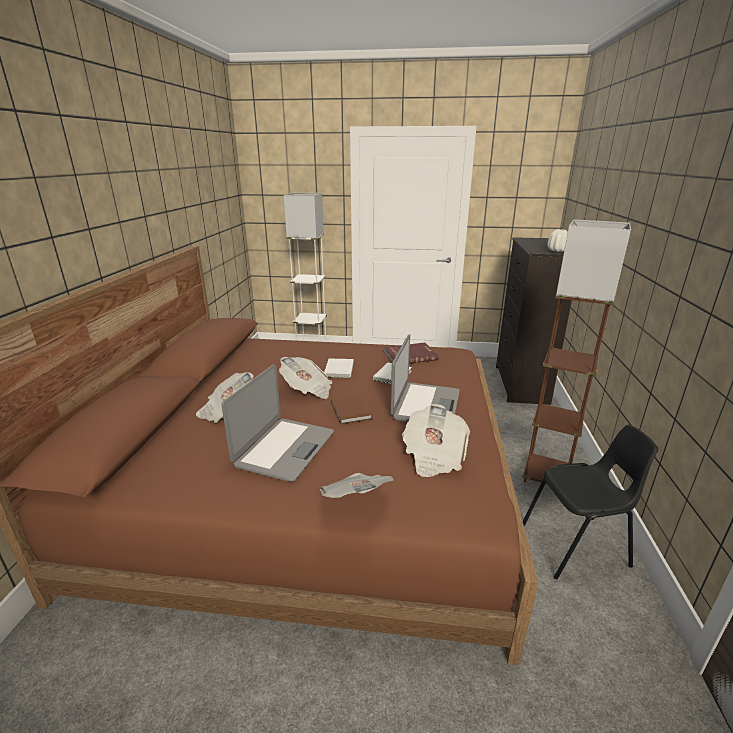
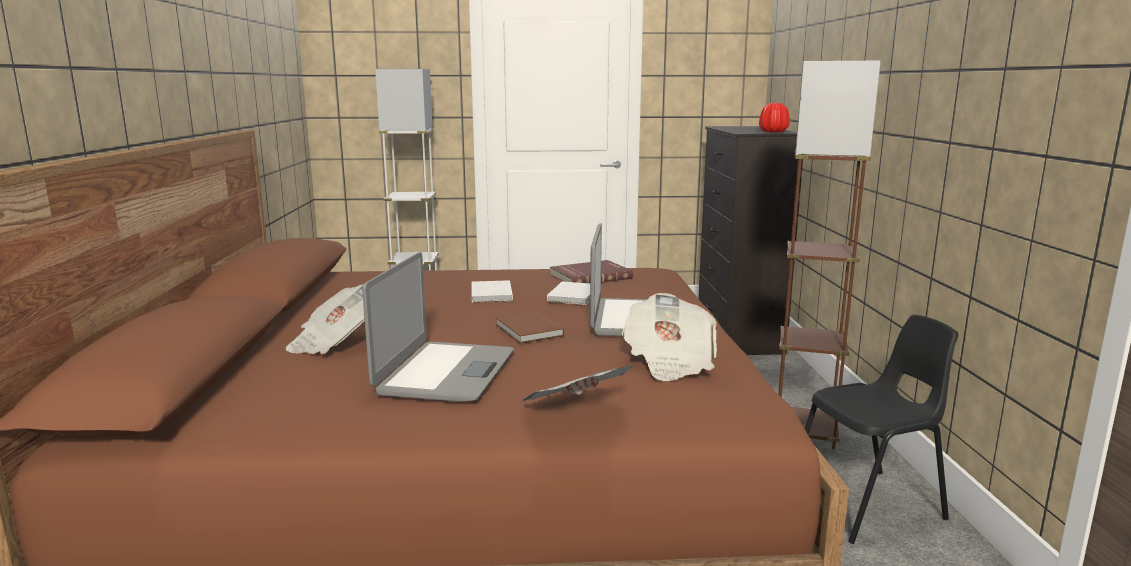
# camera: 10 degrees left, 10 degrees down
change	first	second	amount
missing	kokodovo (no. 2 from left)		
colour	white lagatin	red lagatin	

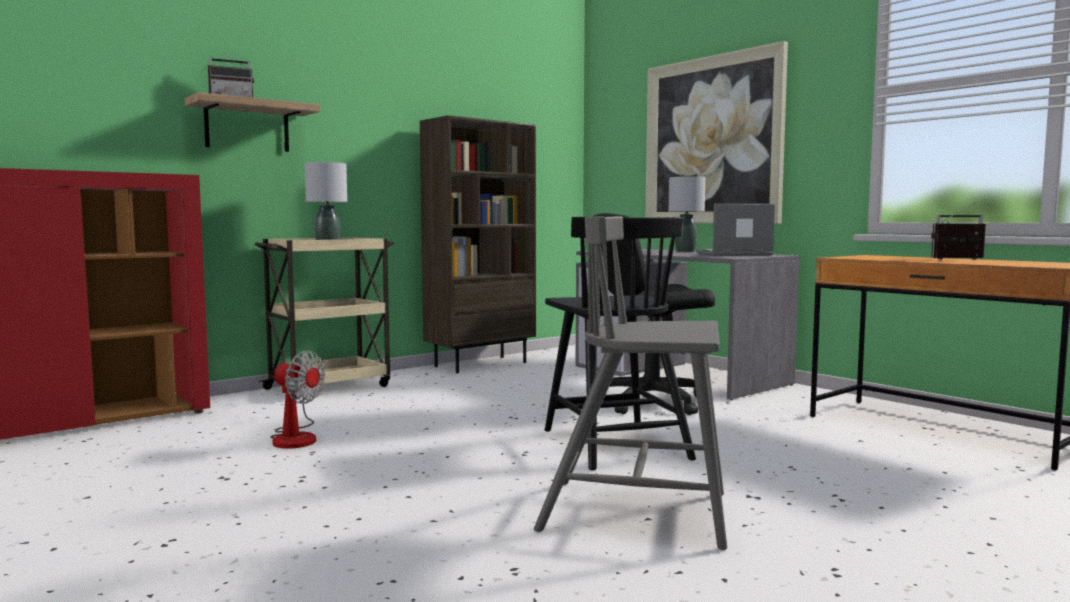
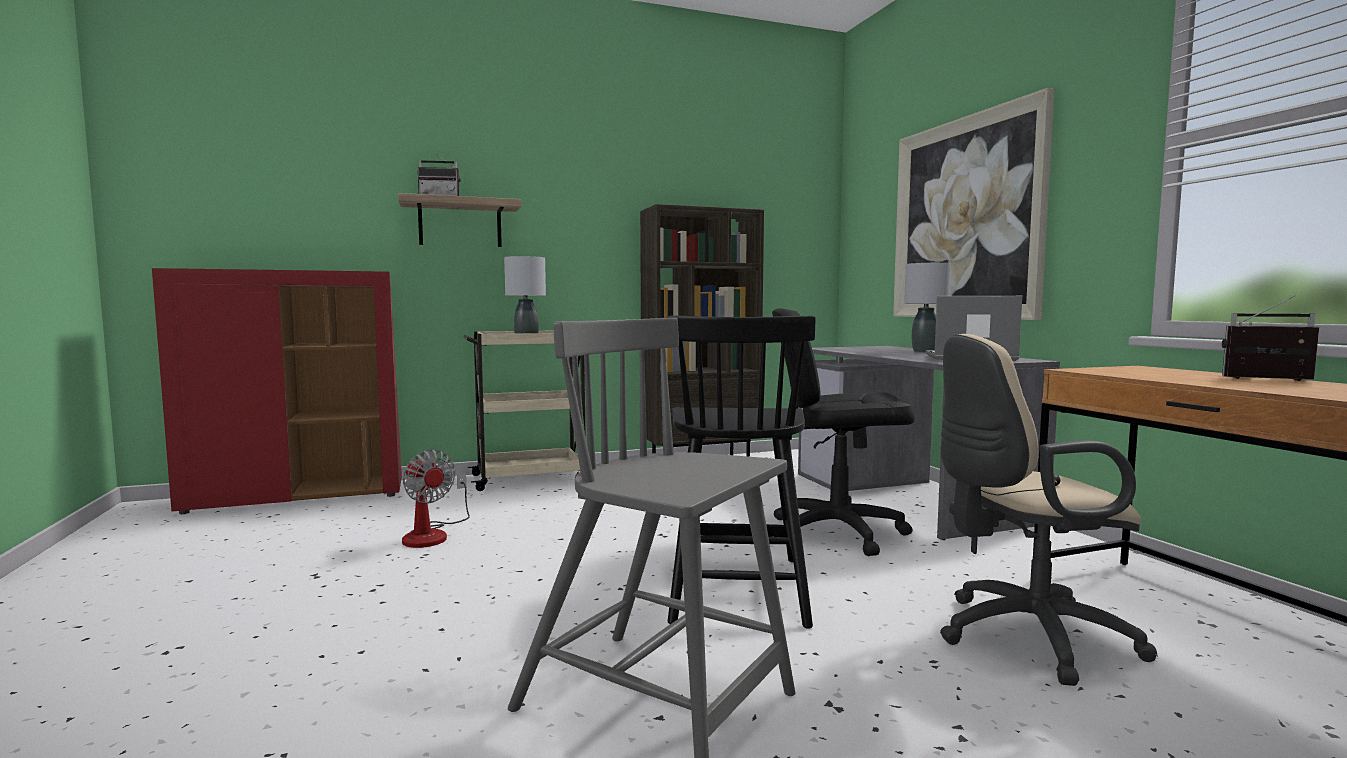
# camera: 20 degrees right, 0 degrees up
change	first	second	amount
appeared		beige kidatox	

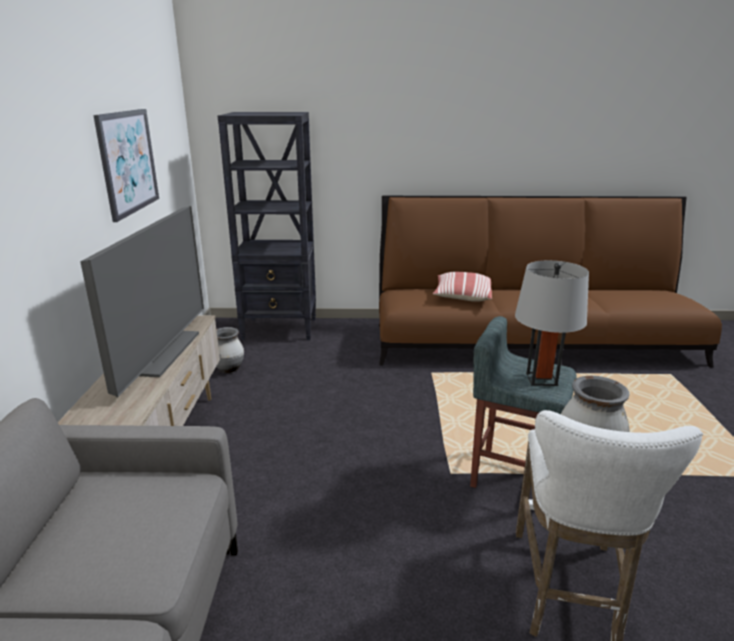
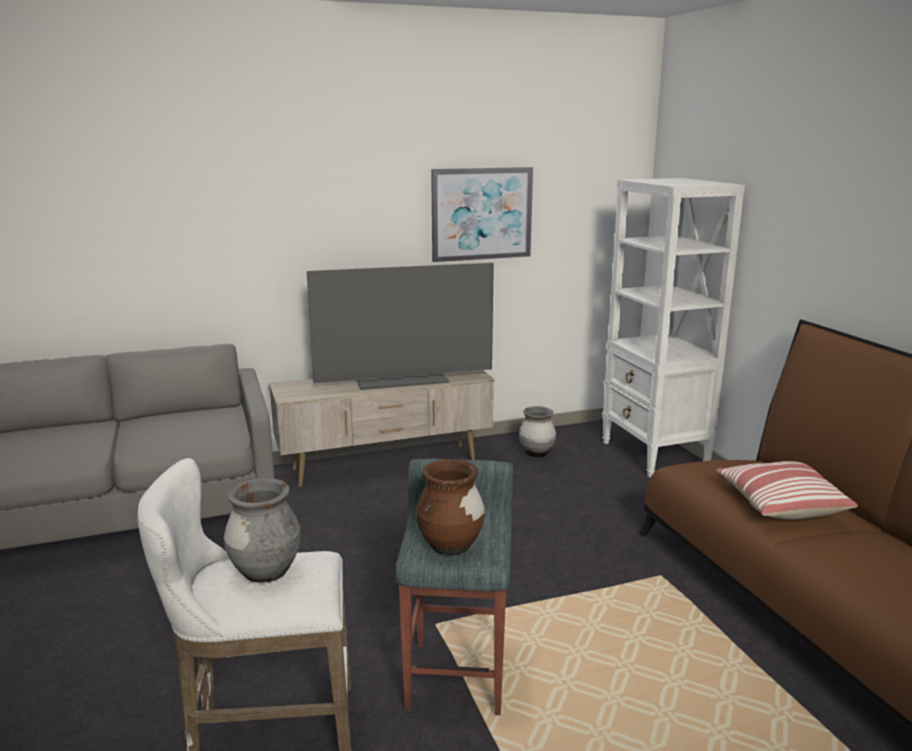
# camera: 70 degrees right, 5 degrees down
change	first	second	amount
exchanged	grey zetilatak	brown lagatin	
colour	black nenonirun	white nenonirun	

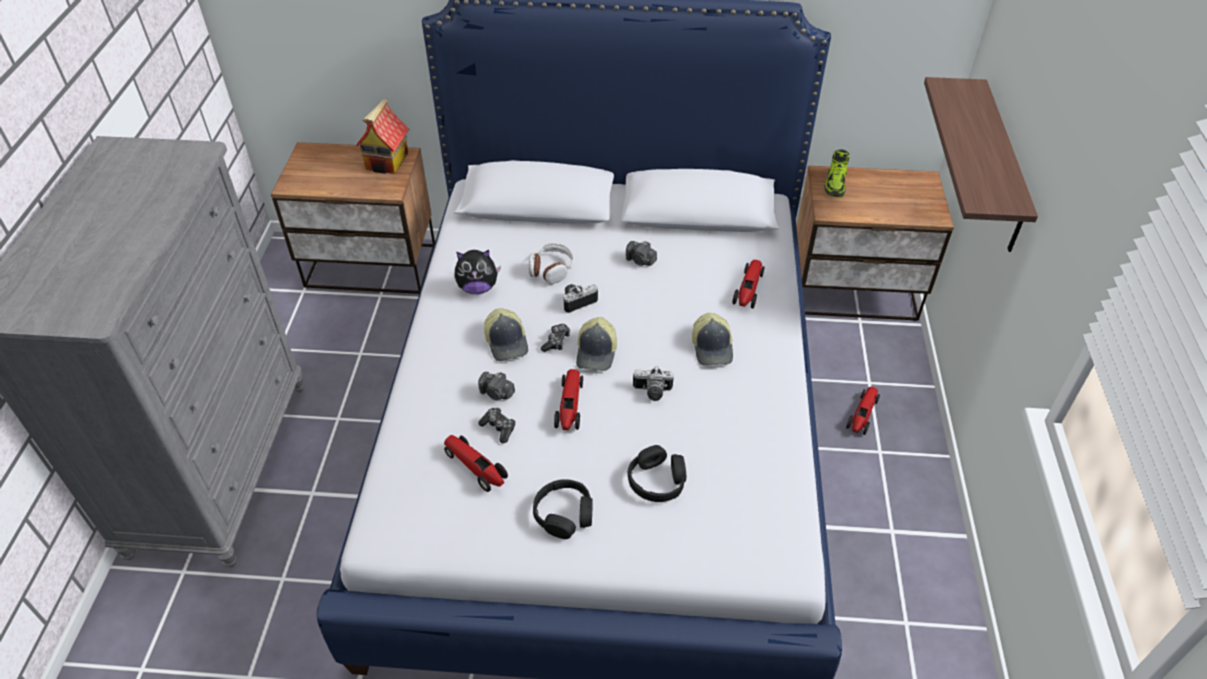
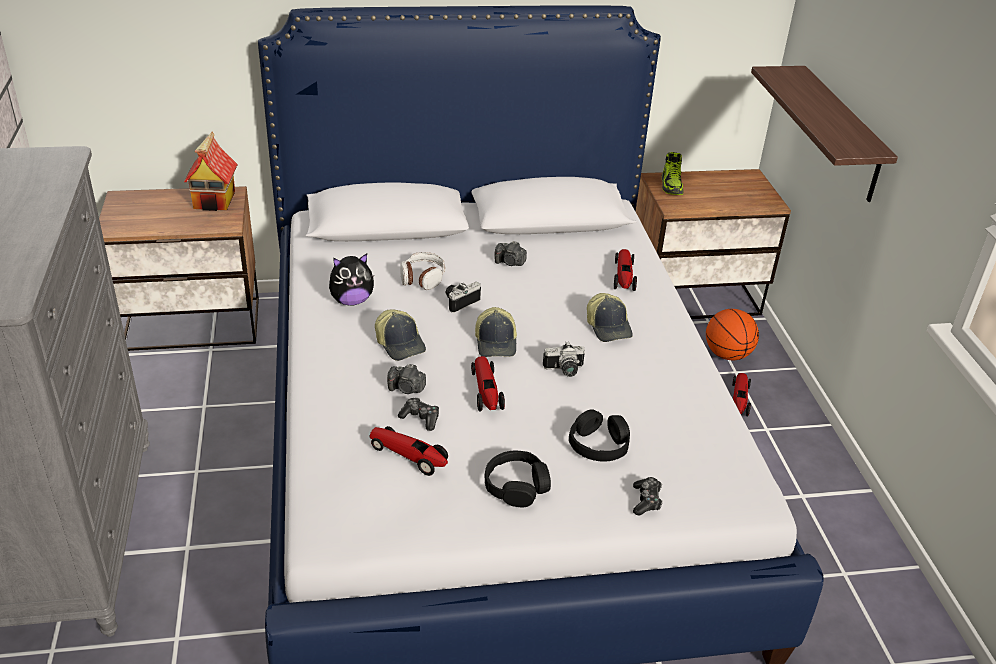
# camera: 15 degrees left, 10 degrees down
change	first	second	amount
appeared		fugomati	
relocated	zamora (no. 2 from left)		

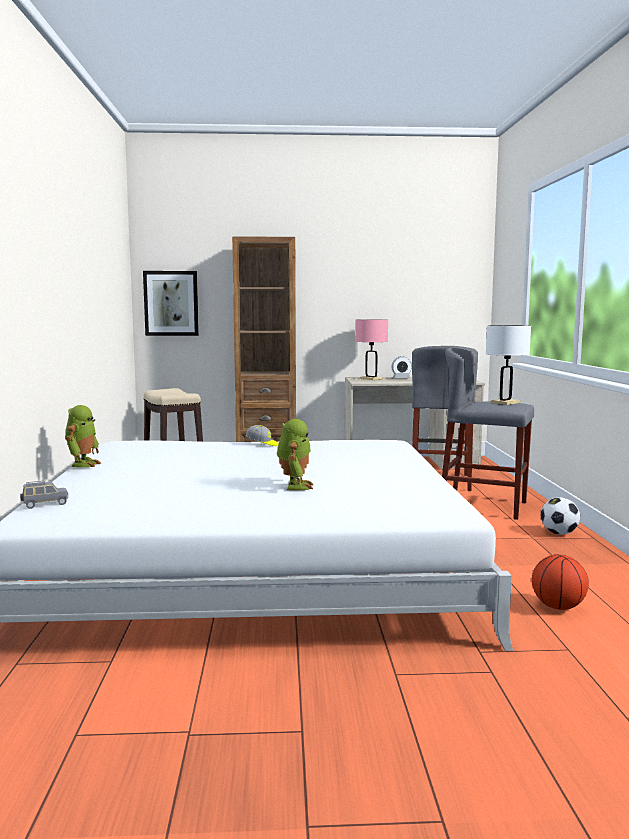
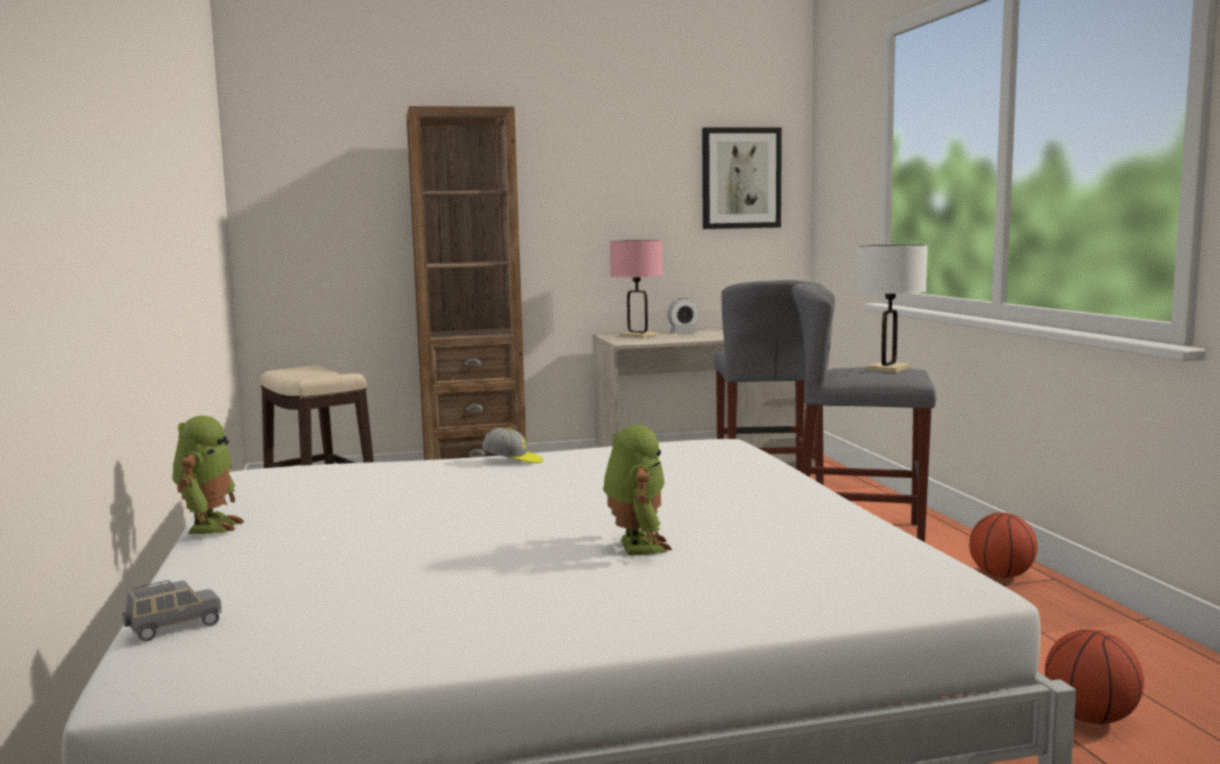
# camera: 10 degrees left, 0 degrees up
change	first	second	amount
relocated	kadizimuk		
exchanged	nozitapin	fugomati (no. 1 from left)	

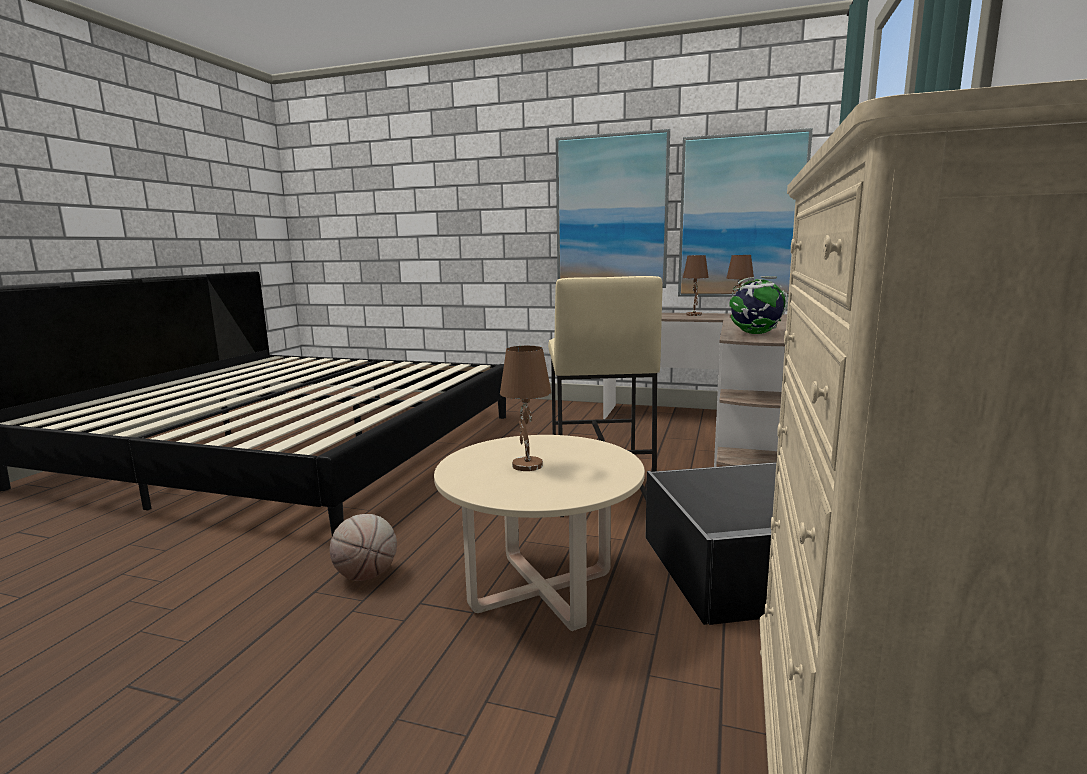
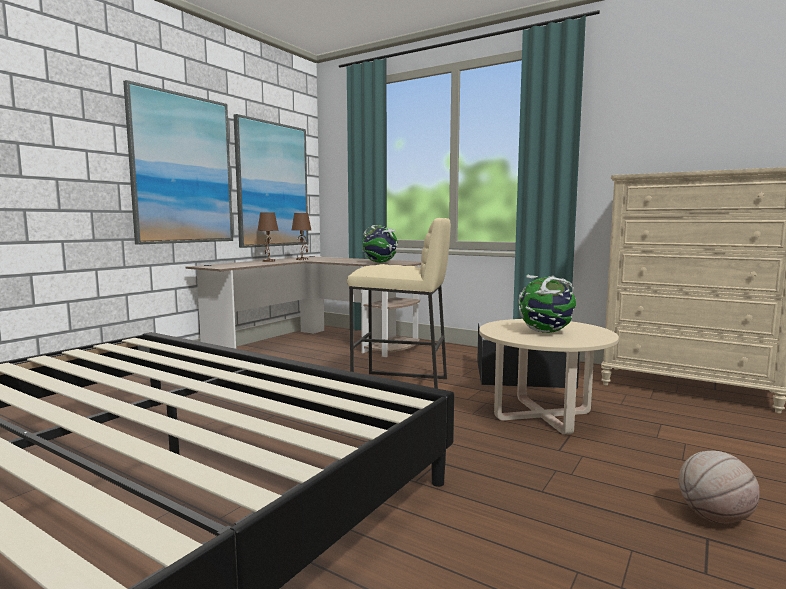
# camera: 75 degrees left, 5 degrees down
change	first	second	amount
relocated	fugomati		
exchanged	brown zetilatak (no. 1 from left)	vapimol (no. 2 from left)	

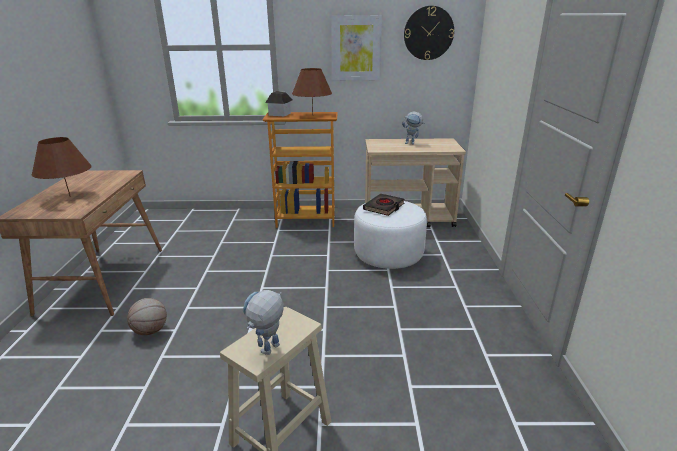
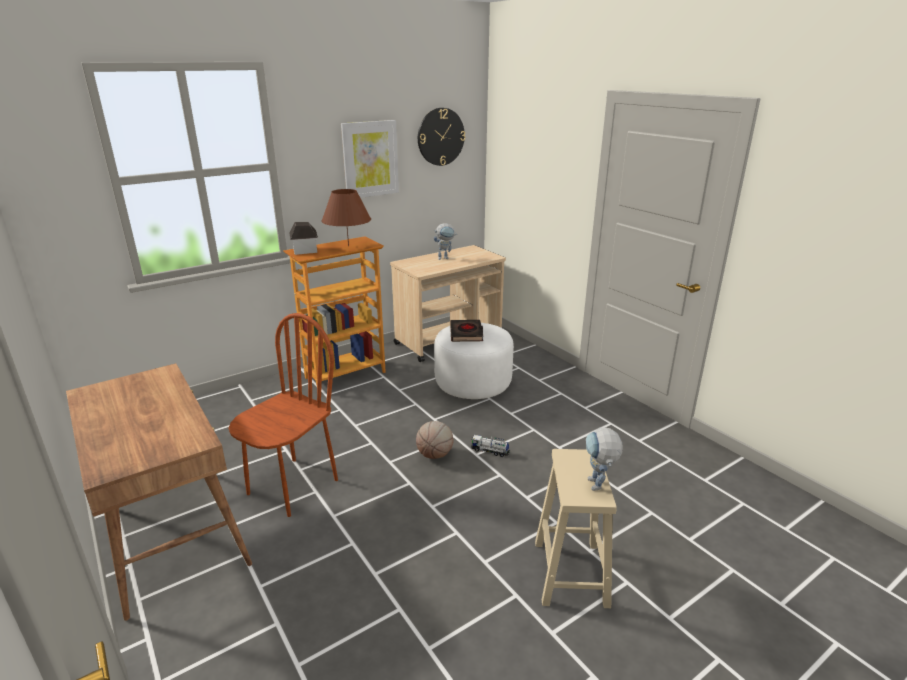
# camera: 35 degrees left, 0 degrees up
change	first	second	amount
missing	brown zetilatak (no. 1 from left)		
appeared		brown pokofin	
appeared		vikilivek	
relocated	fugomati		

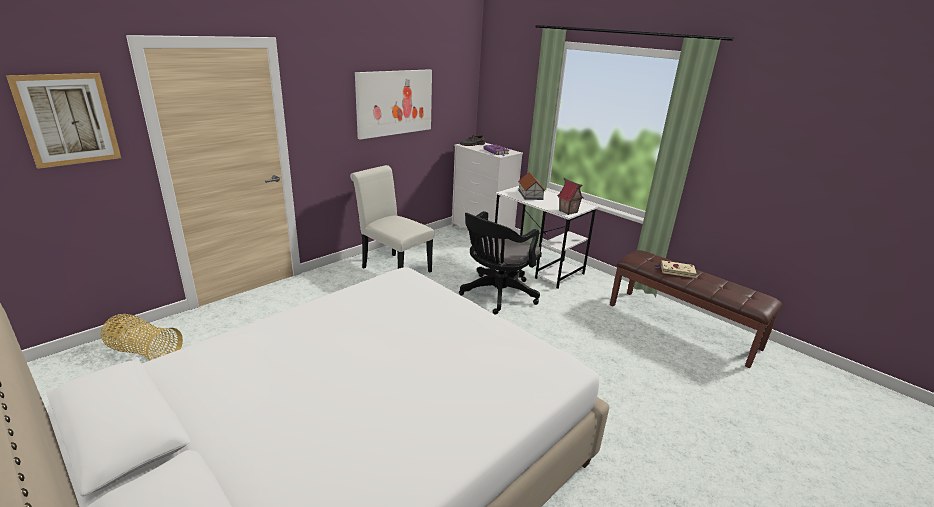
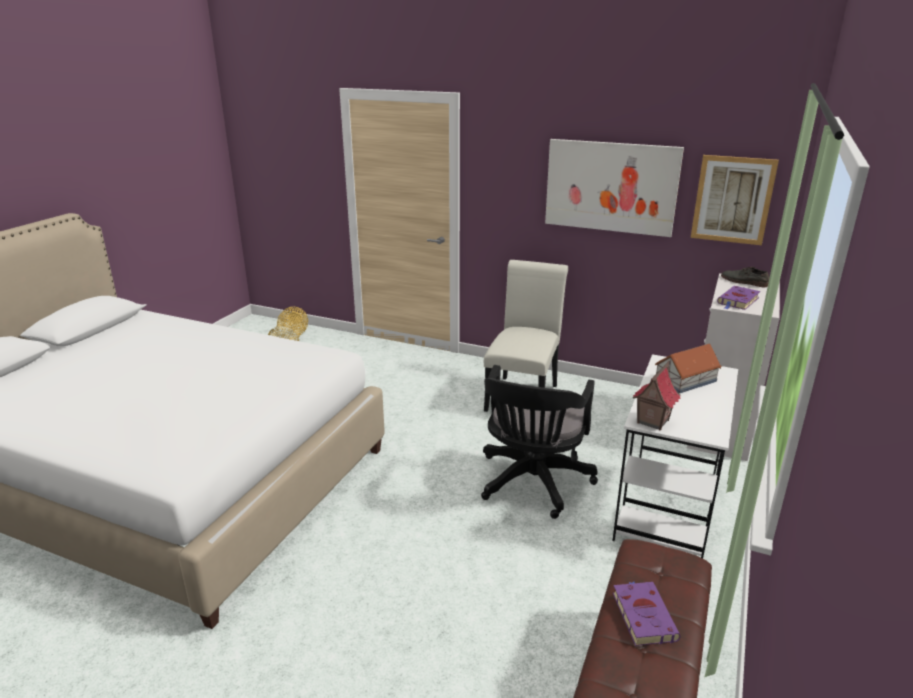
# camera: 70 degrees right, 0 degrees up
change	first	second	amount
relocated	kadizimuk (no. 1 from left in the first image)	kadizimuk (no. 2 from left)	
colour	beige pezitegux	purple pezitegux (no. 1 from left)	
spun	black kidatox		90 degrees counterclockwise

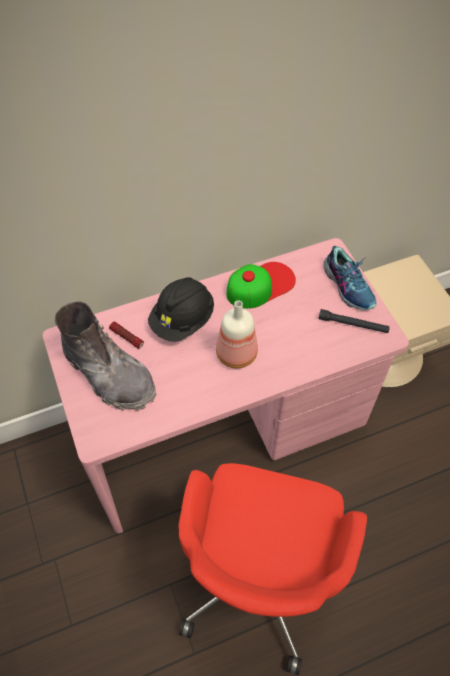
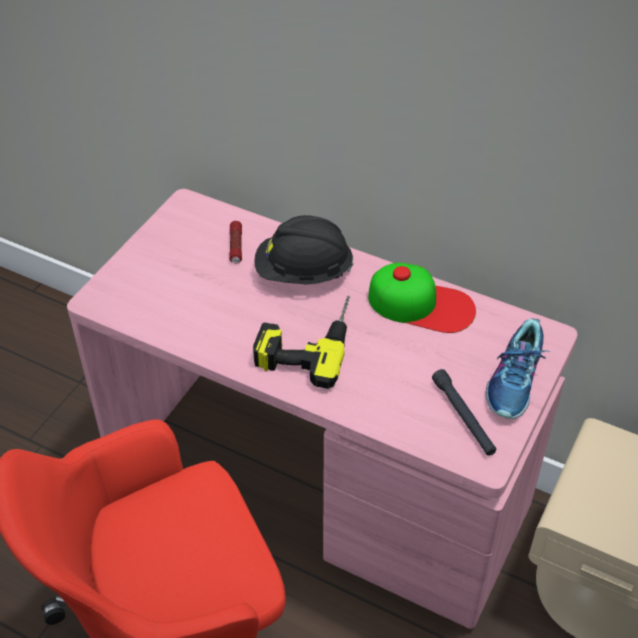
# camera: 50 degrees right, 10 degrees down
change	first	second	amount
missing	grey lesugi		
exchanged	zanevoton	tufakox	

